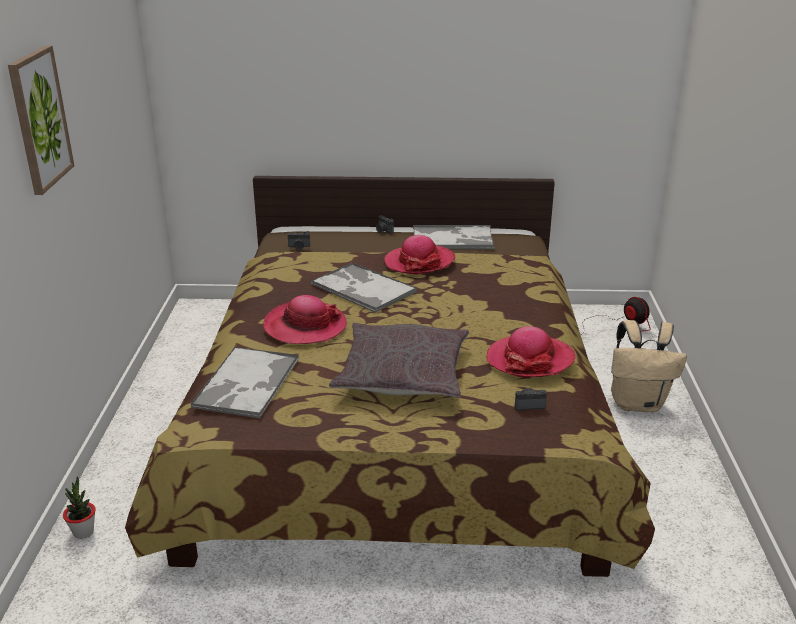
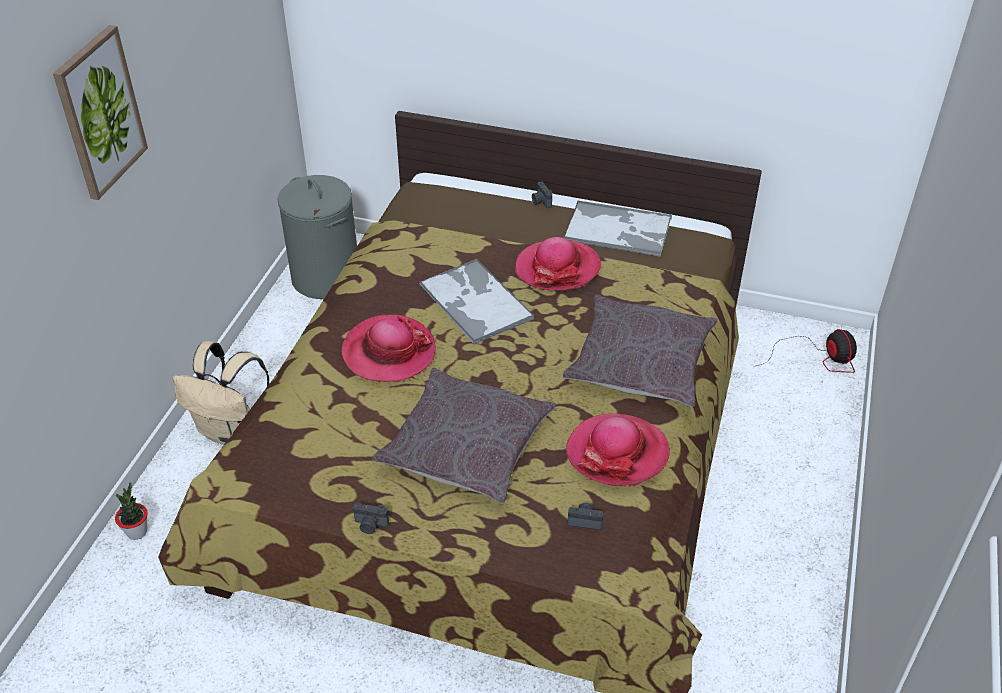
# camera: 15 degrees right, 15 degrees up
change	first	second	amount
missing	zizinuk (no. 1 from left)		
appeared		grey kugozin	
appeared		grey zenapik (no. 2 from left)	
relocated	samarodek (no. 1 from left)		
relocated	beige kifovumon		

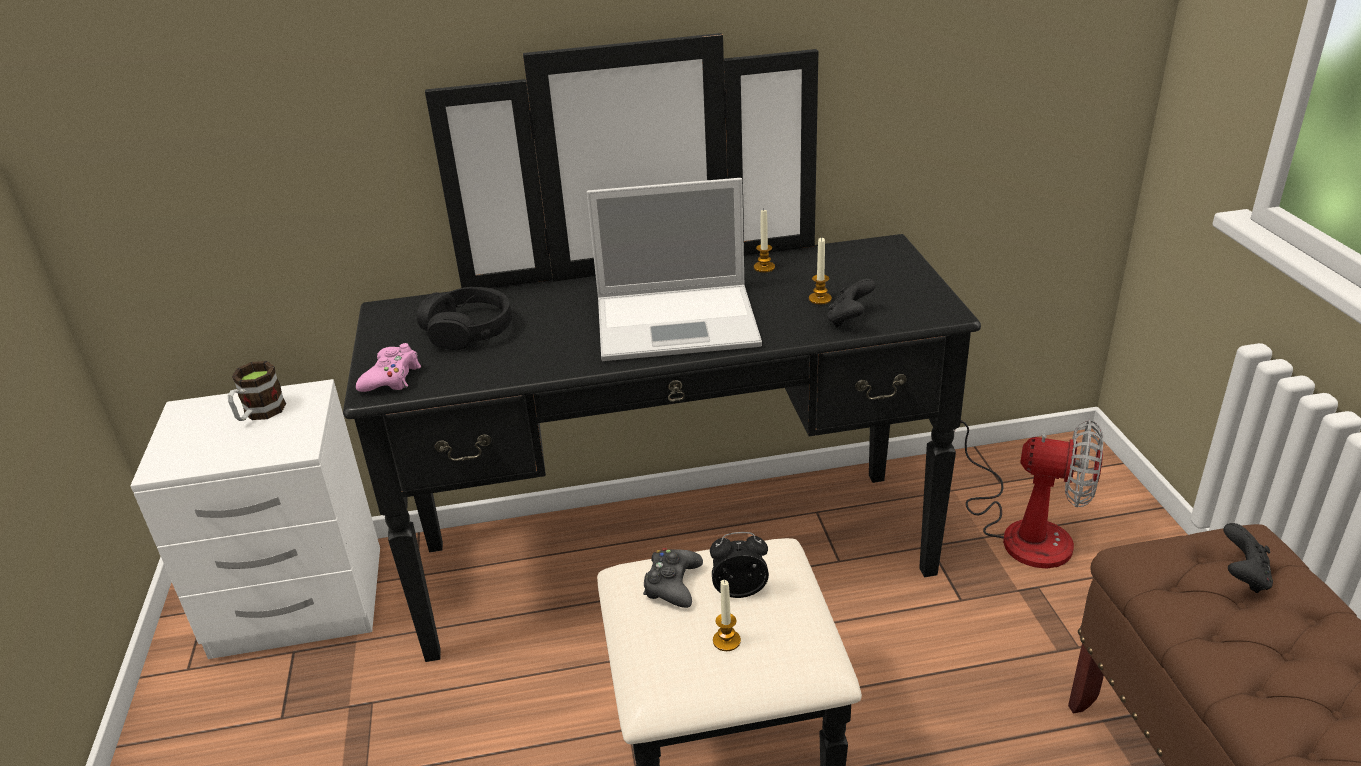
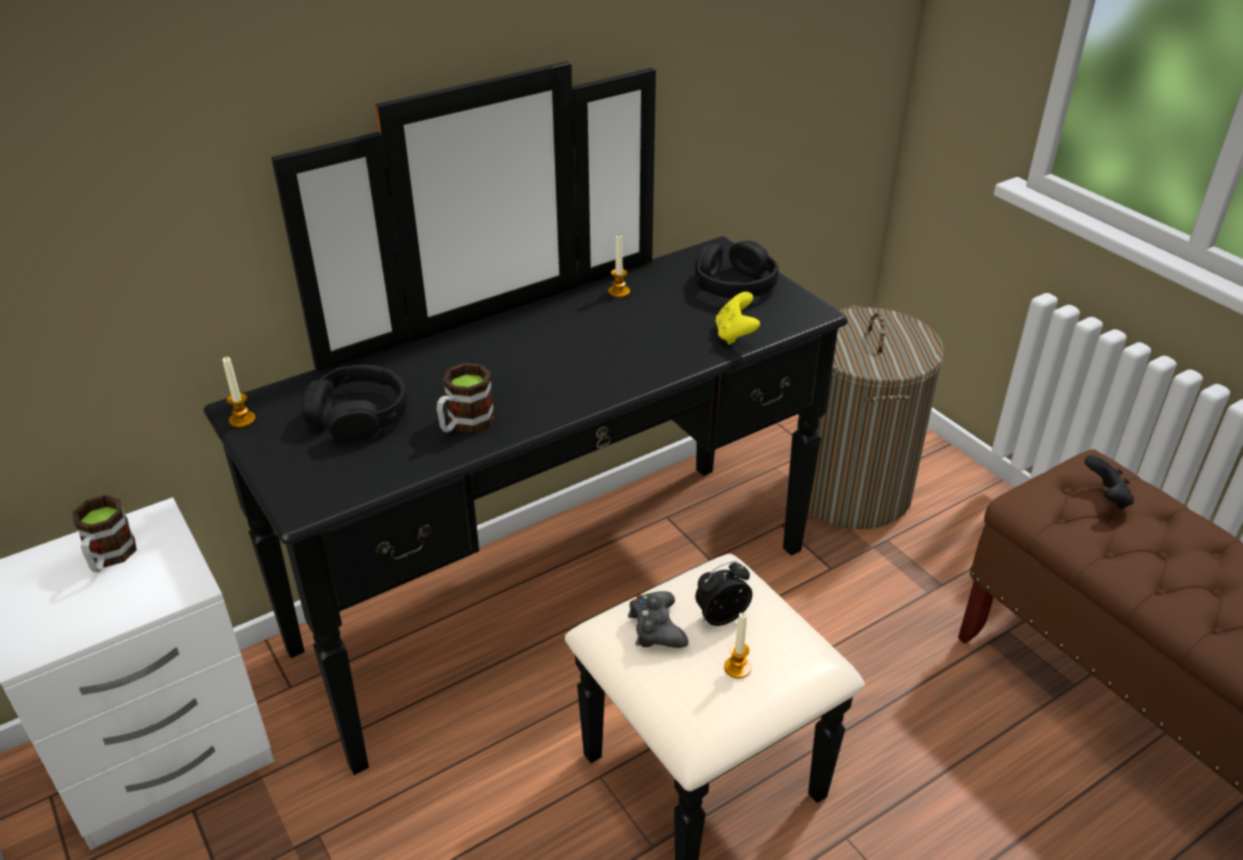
# camera: 25 degrees left, 5 degrees up
change	first	second	amount
missing	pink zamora		
missing	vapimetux		
appeared		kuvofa (no. 2 from left)	
appeared		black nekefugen (no. 2 from left)	
relocated	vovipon (no. 3 from left in the first image)	vovipon (no. 1 from left)	
exchanged	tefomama	kugozin	
colour	black zamora (no. 2 from left)	yellow zamora	

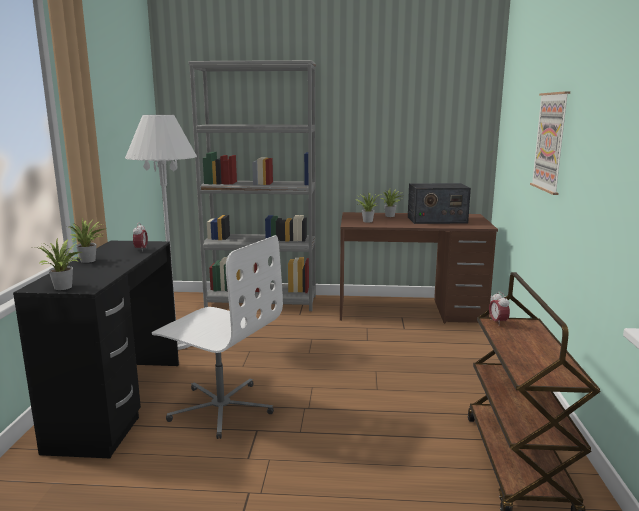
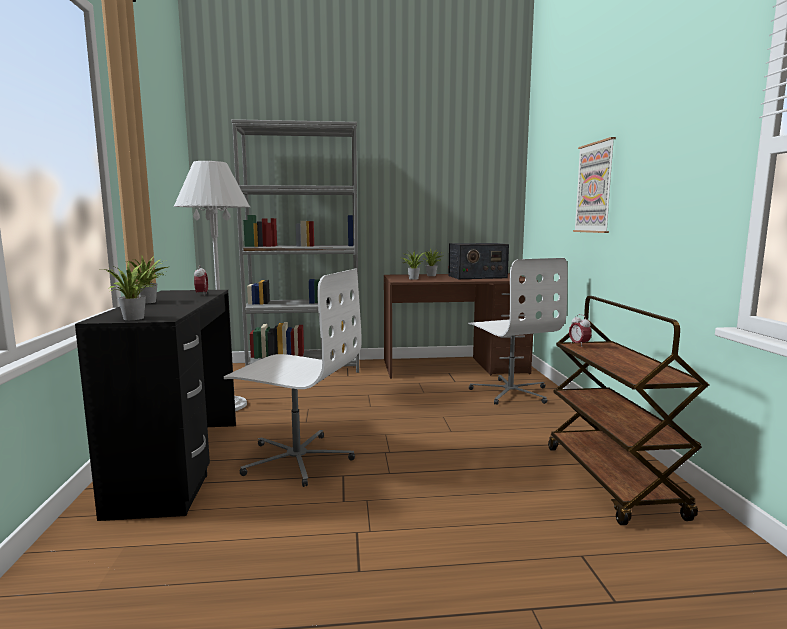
# camera: 10 degrees left, 5 degrees down
change	first	second	amount
appeared		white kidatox (no. 2 from left)	

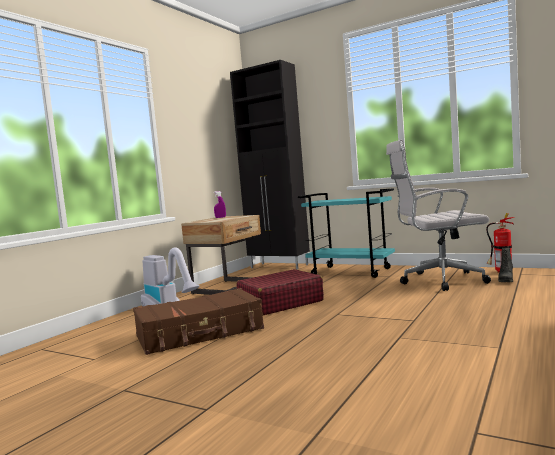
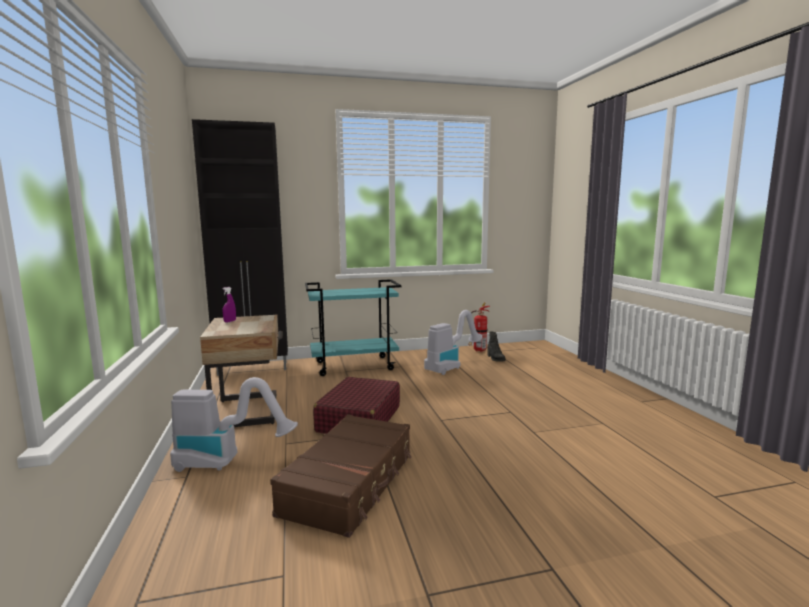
# camera: 45 degrees left, 5 degrees up
change	first	second	amount
exchanged	white kidatox	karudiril (no. 2 from left)	

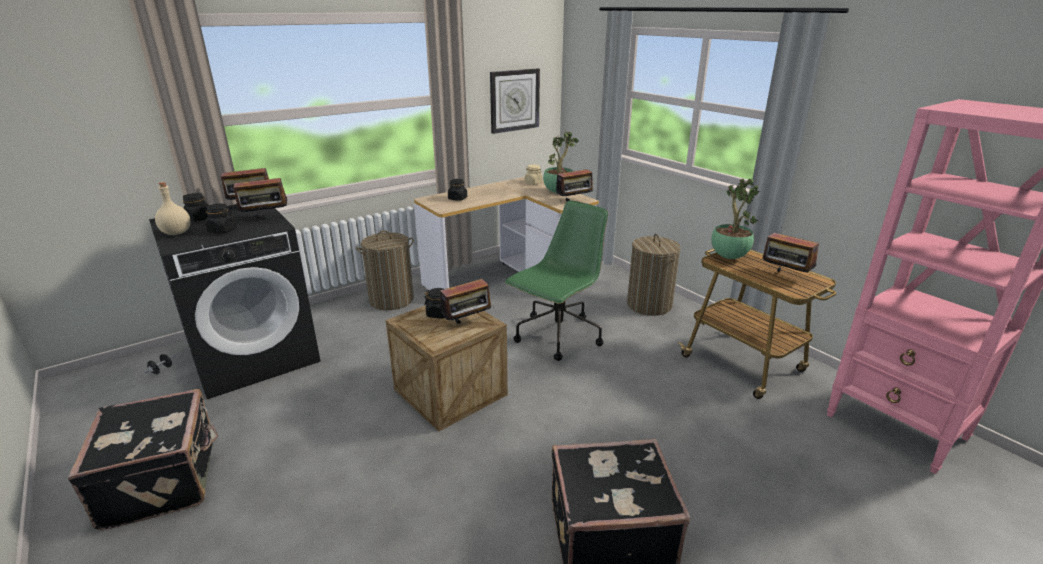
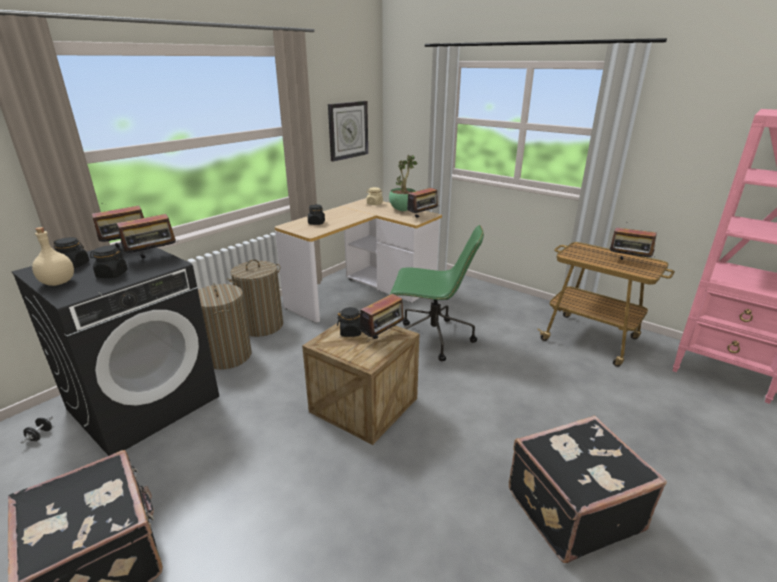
# camera: 15 degrees left, 0 degrees up
change	first	second	amount
missing	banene (no. 2 from left)		
relocated	kugozin (no. 2 from left in the first image)	kugozin (no. 1 from left)	
spun	green kidatox		75 degrees clockwise

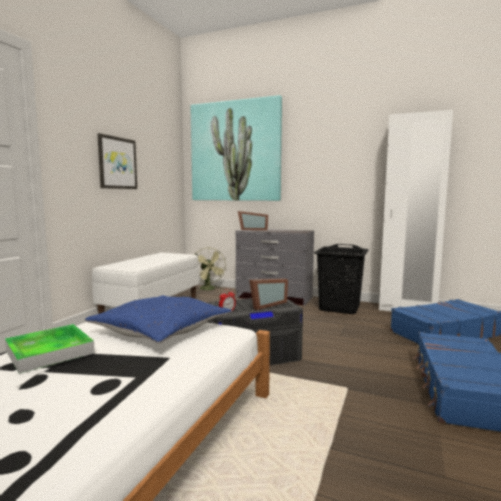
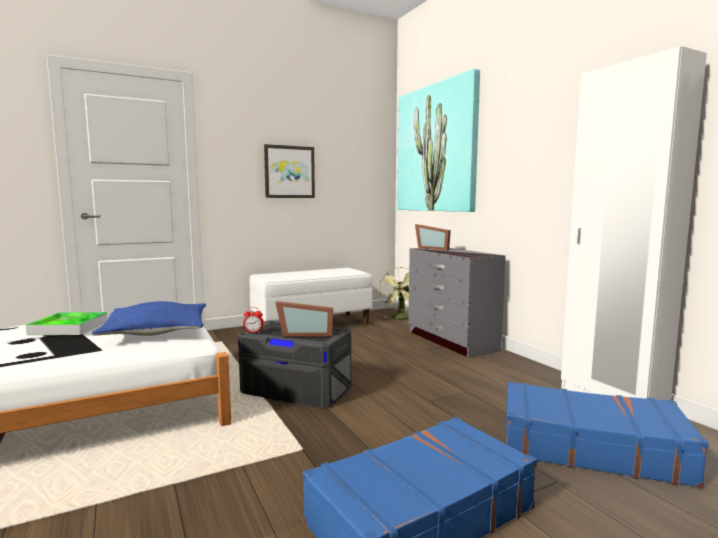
# camera: 40 degrees right, 0 degrees up
change	first	second	amount
missing	black kugozin		

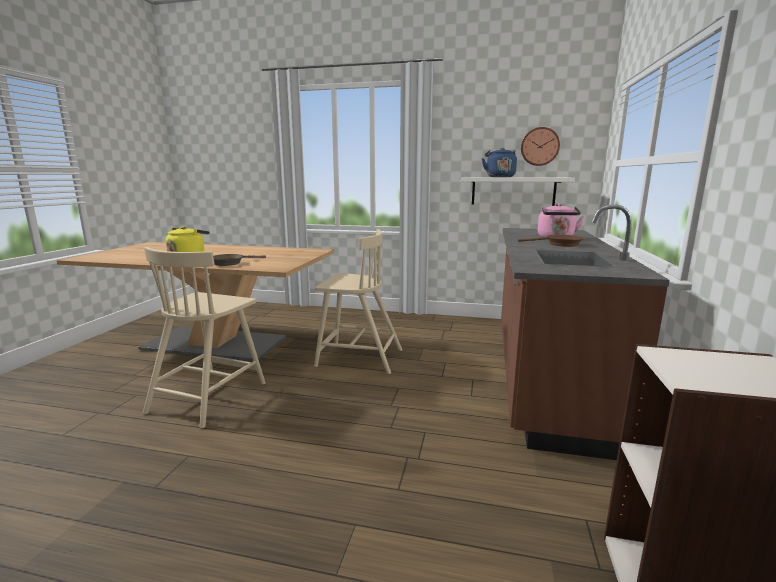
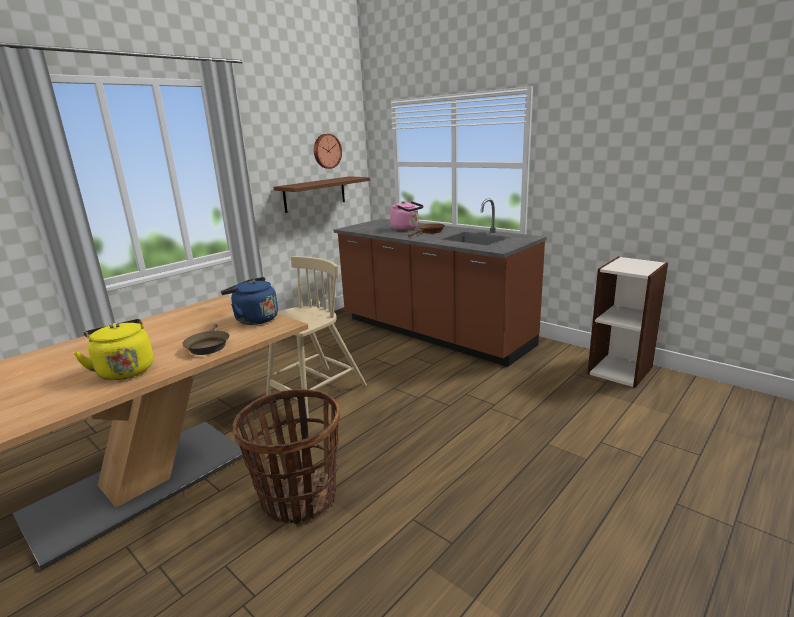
# camera: 60 degrees left, 5 degrees up
change	first	second	amount
relocated	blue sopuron		
exchanged	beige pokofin (no. 1 from left)	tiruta	
colour	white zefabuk	brown zefabuk	

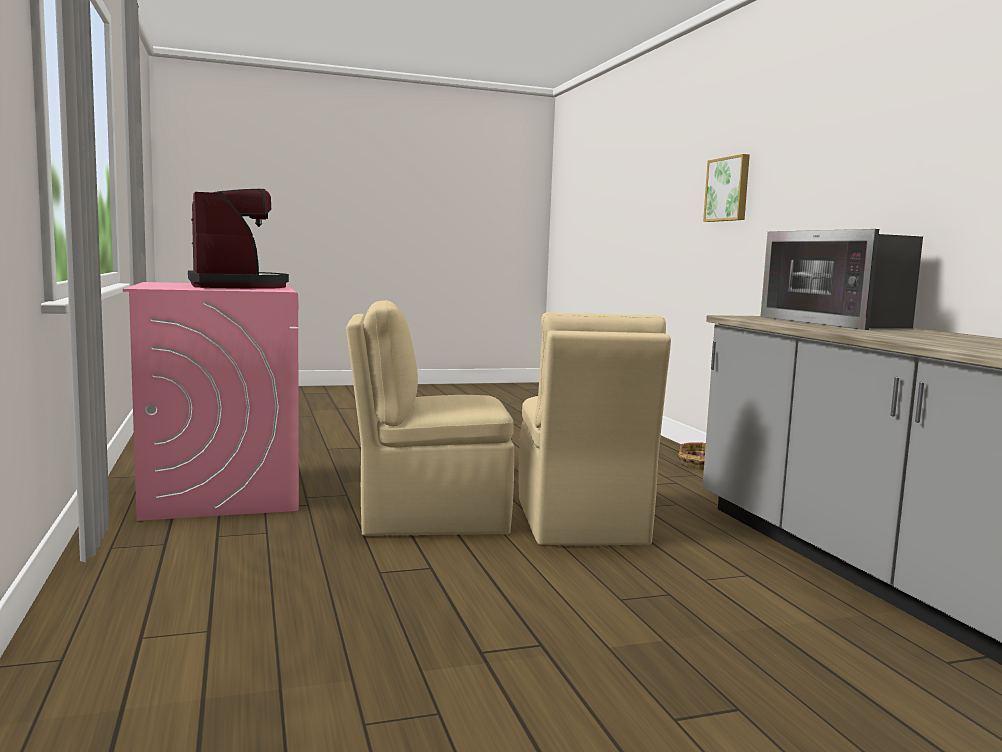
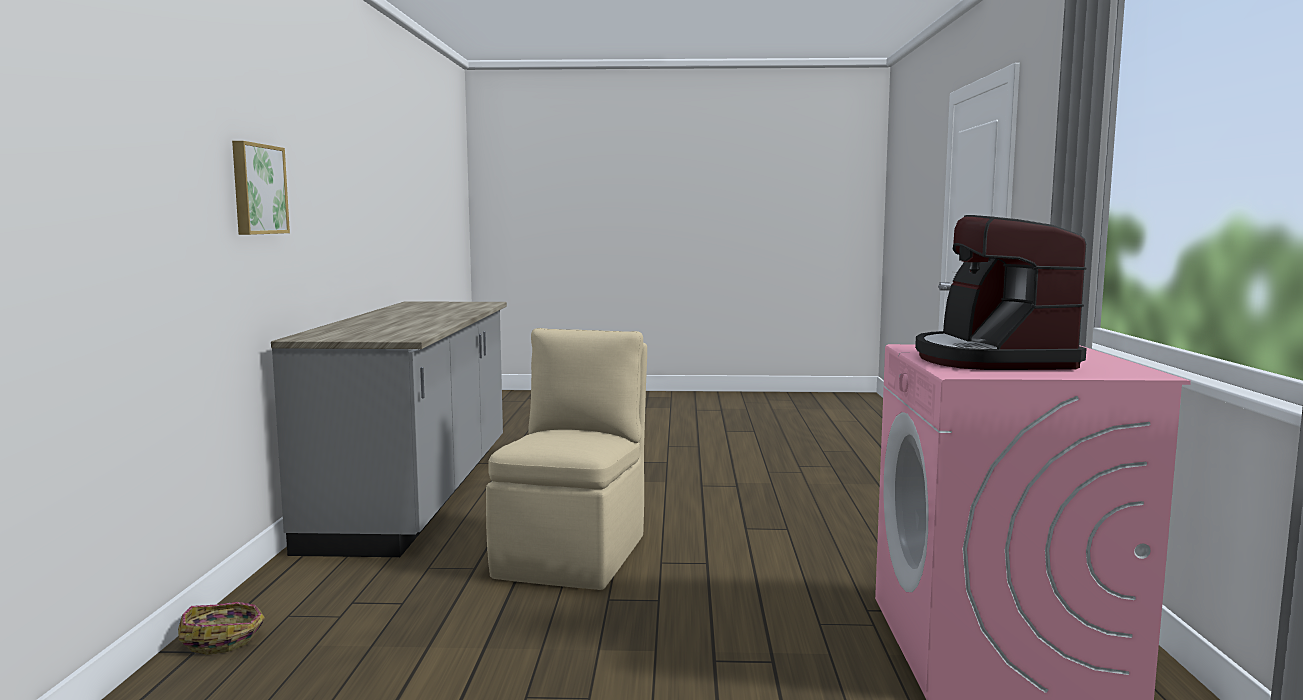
# camera: 160 degrees left, 0 degrees up
change	first	second	amount
missing	beige pokofin (no. 1 from left)		
missing	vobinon		
relocated	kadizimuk		

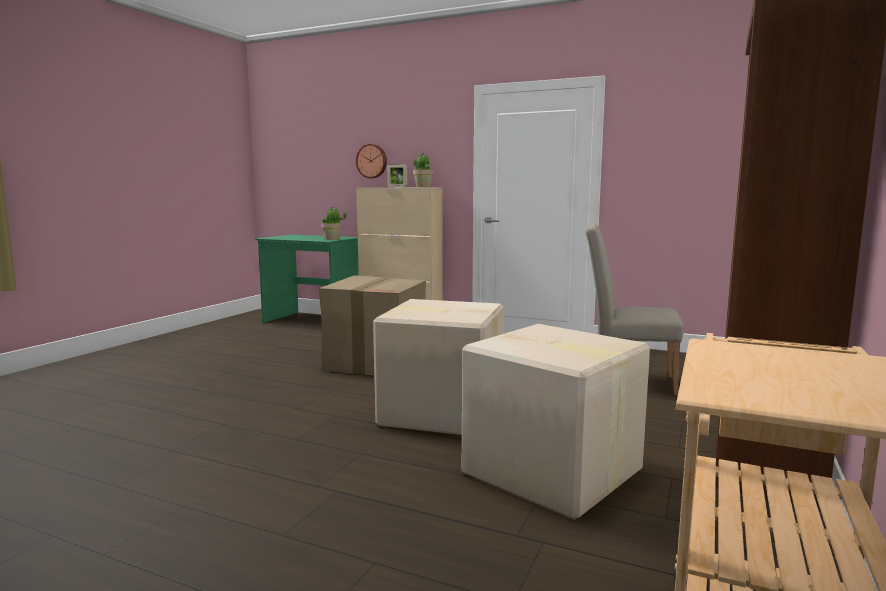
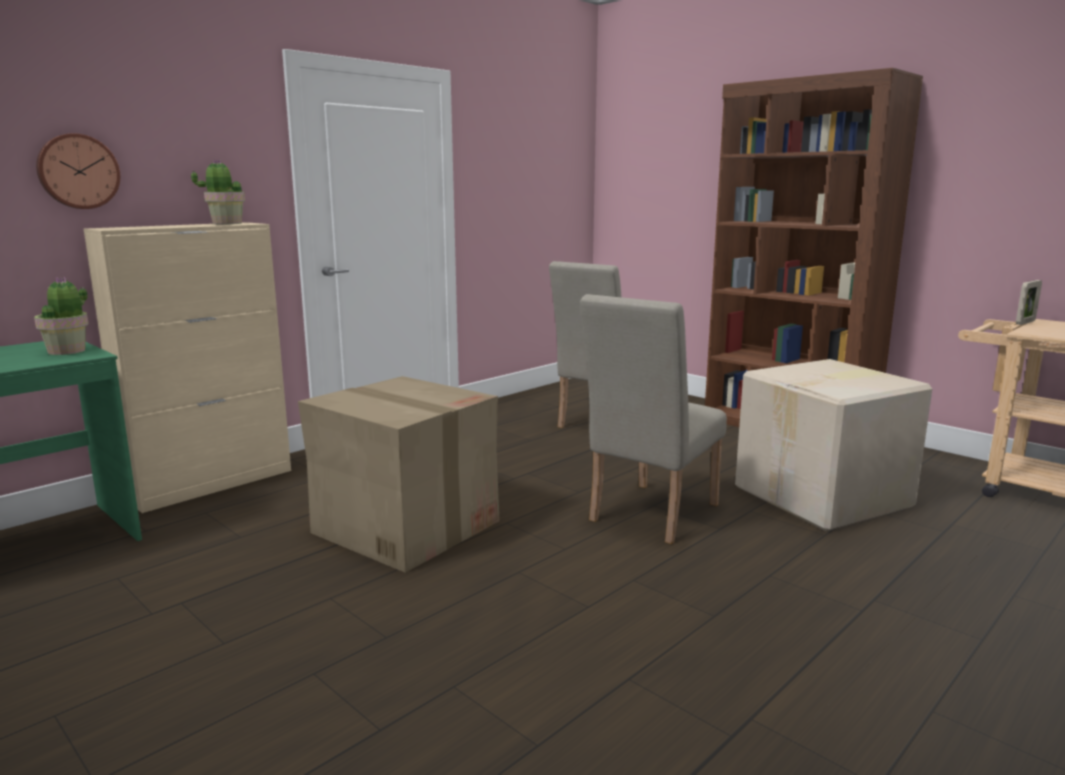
# camera: 70 degrees left, 5 degrees up
change	first	second	amount
relocated	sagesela		
exchanged	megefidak (no. 2 from left)	beige pokofin (no. 2 from left)	

